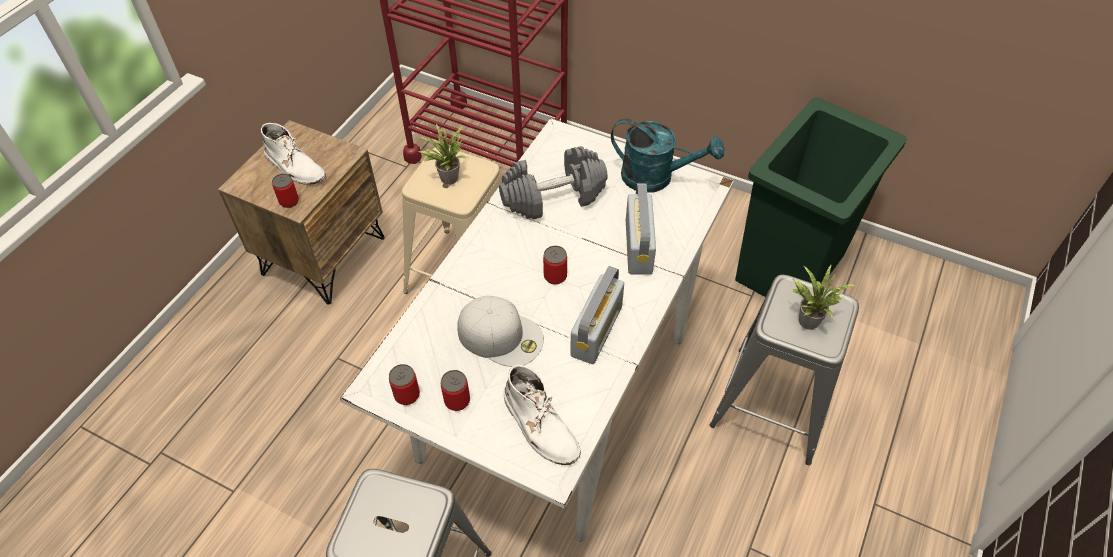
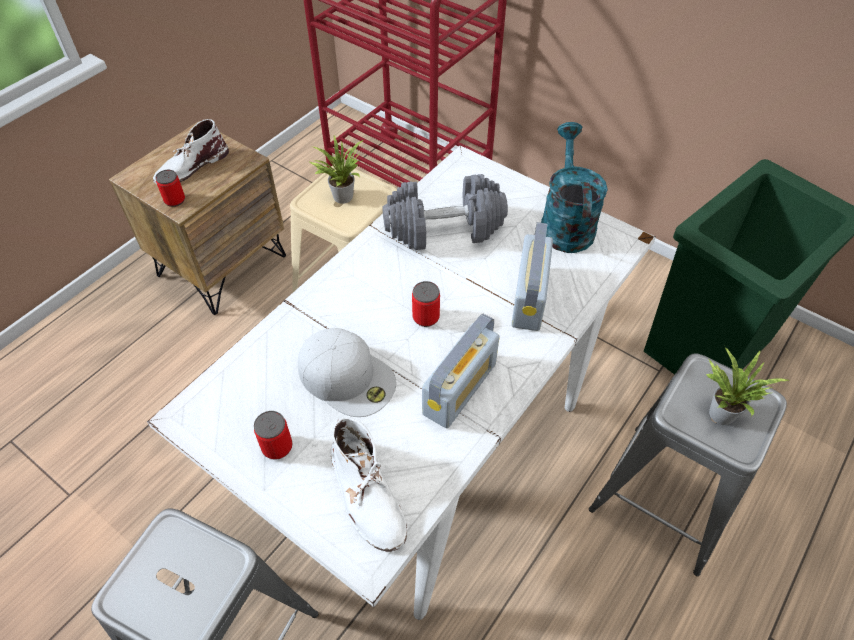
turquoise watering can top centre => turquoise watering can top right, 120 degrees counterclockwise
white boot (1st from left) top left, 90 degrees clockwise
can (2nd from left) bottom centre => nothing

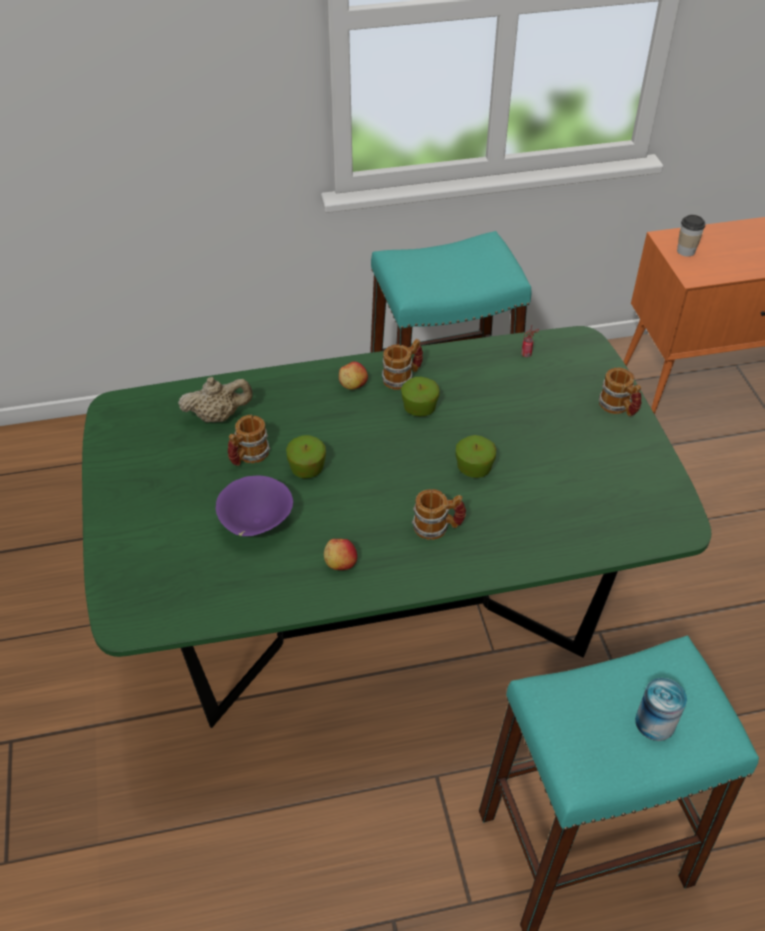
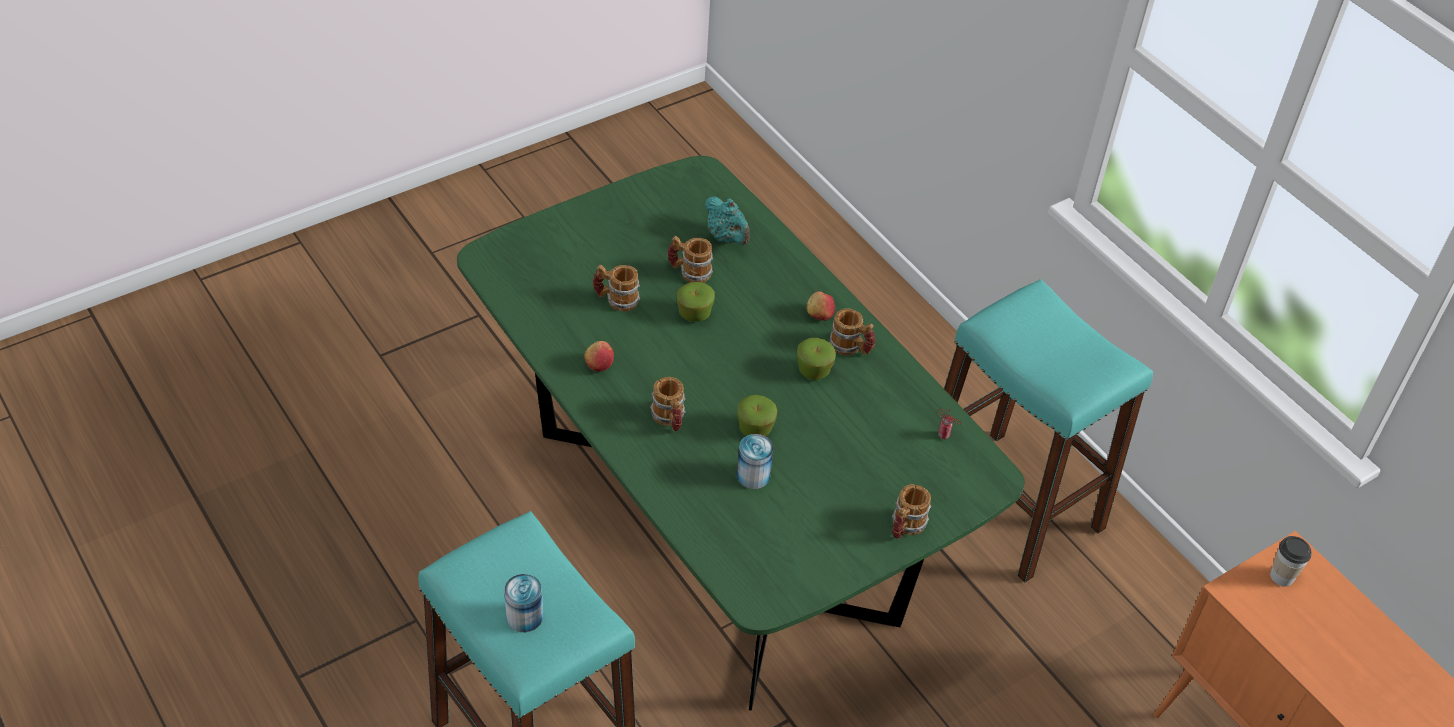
beige teapot middle left => turquoise teapot top centre
purple bowl middle left => mug (1st from left) centre
nothing => can (2nd from left) centre

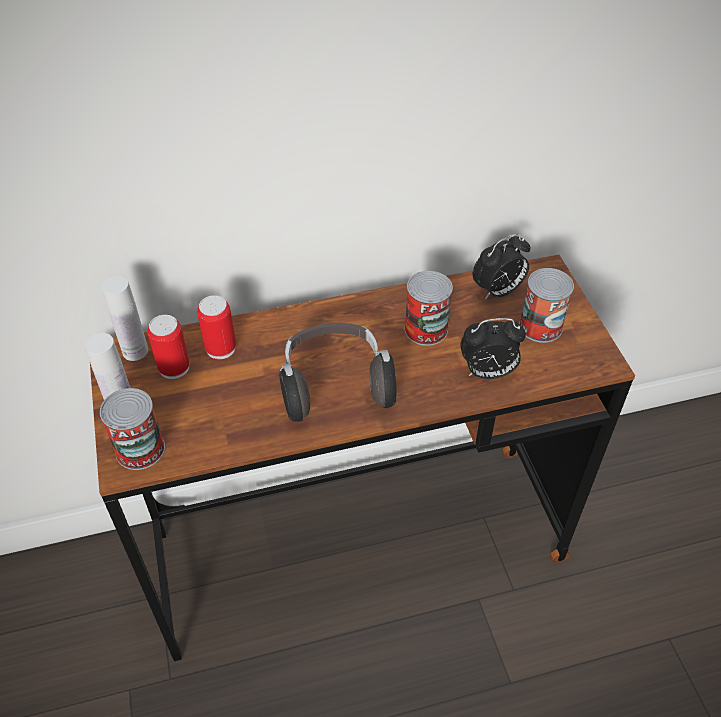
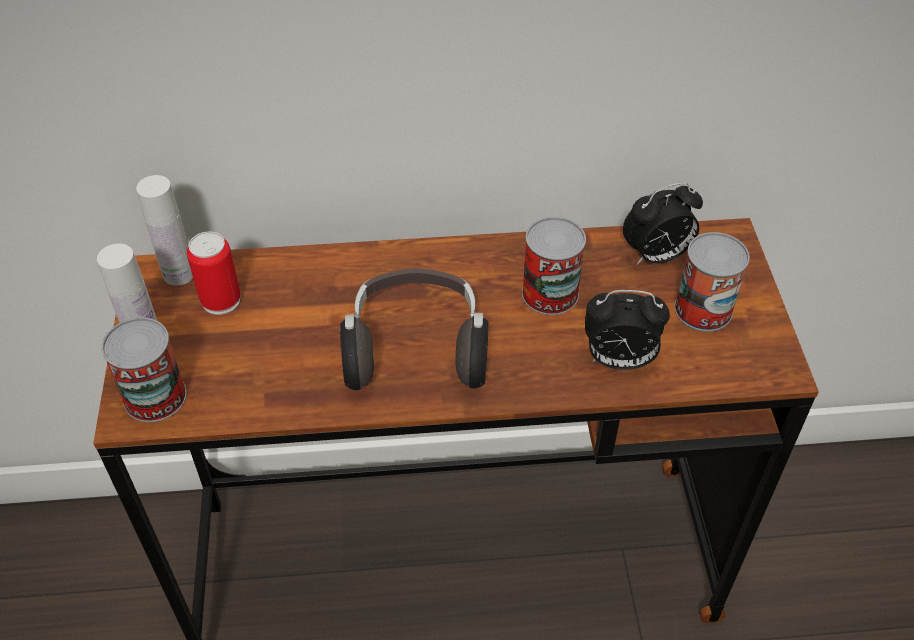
can (3rd from left) middle left => nothing

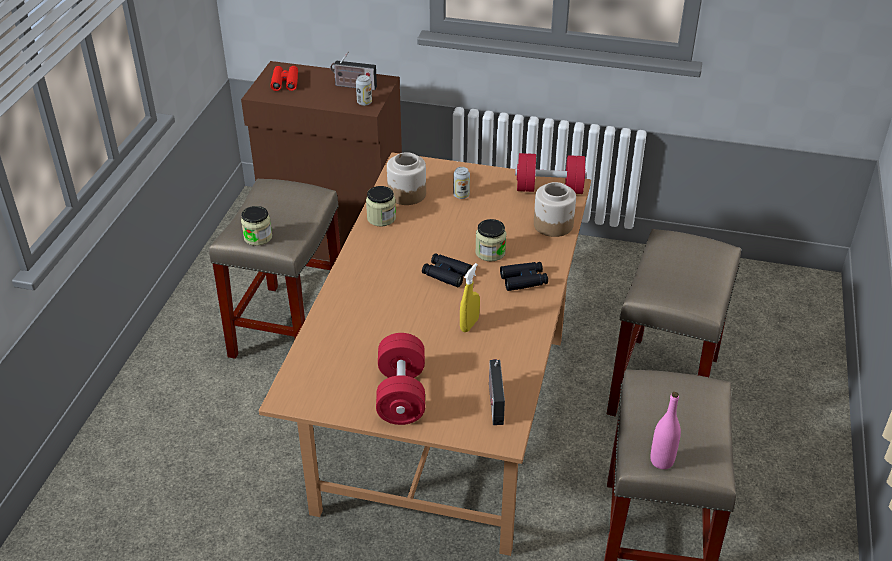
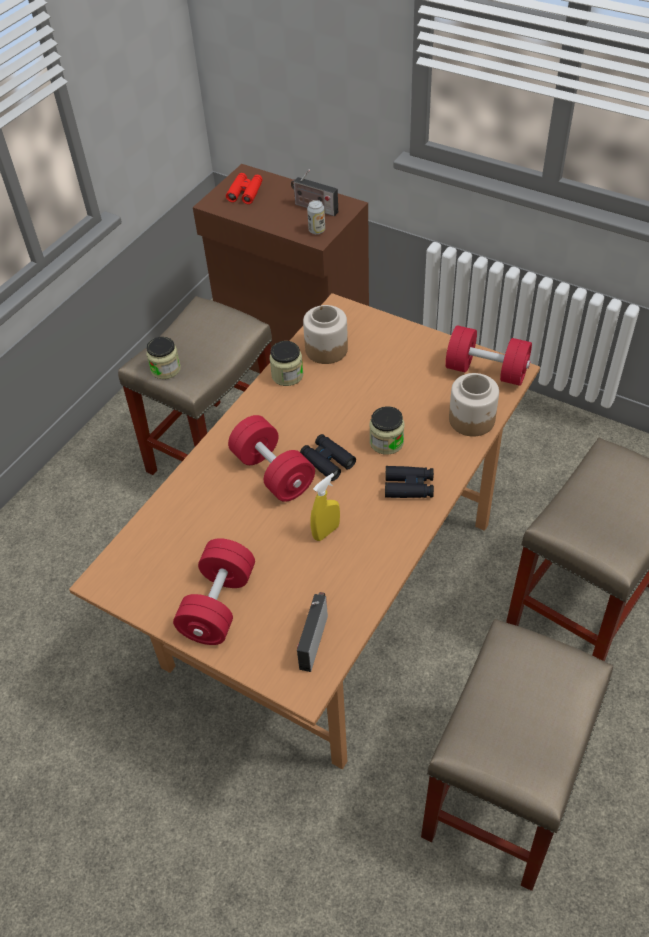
can (2nd from left) top centre => nothing
pink bottle bottom right => nothing
nothing => red dumbbell (2nd from left) centre

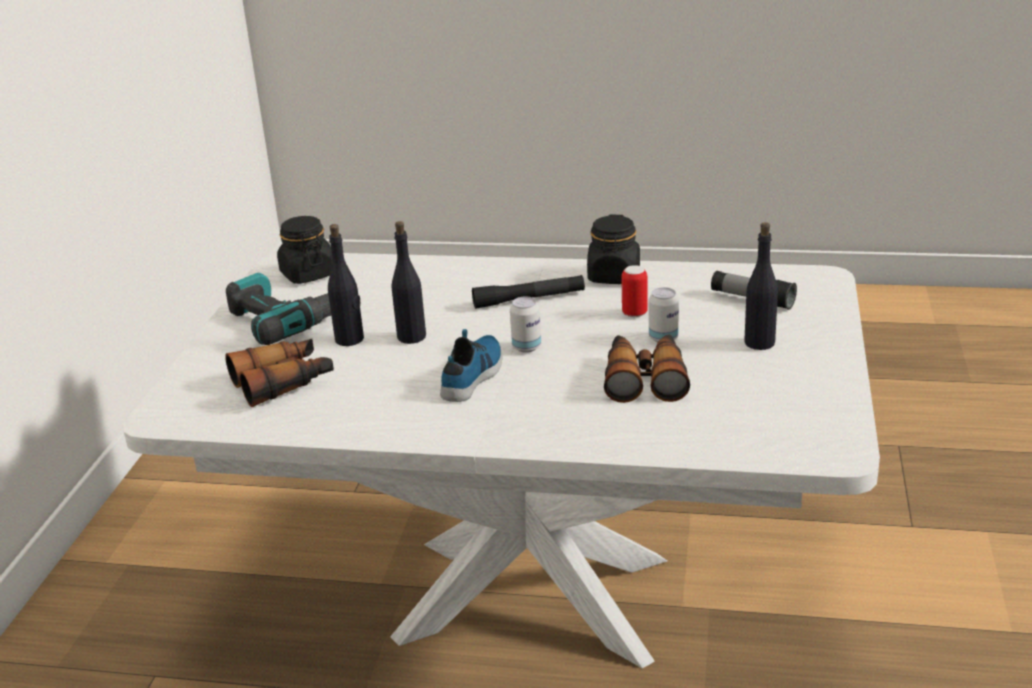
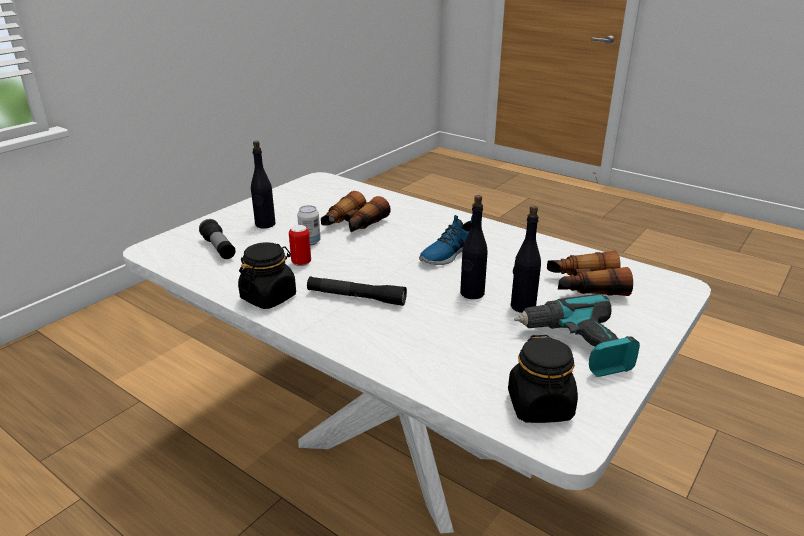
can (1st from left) centre => nothing

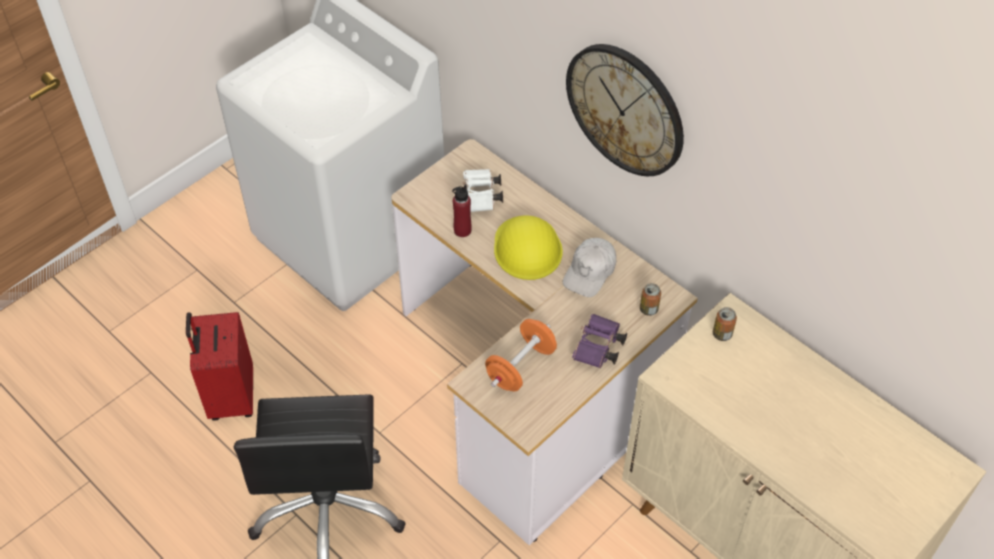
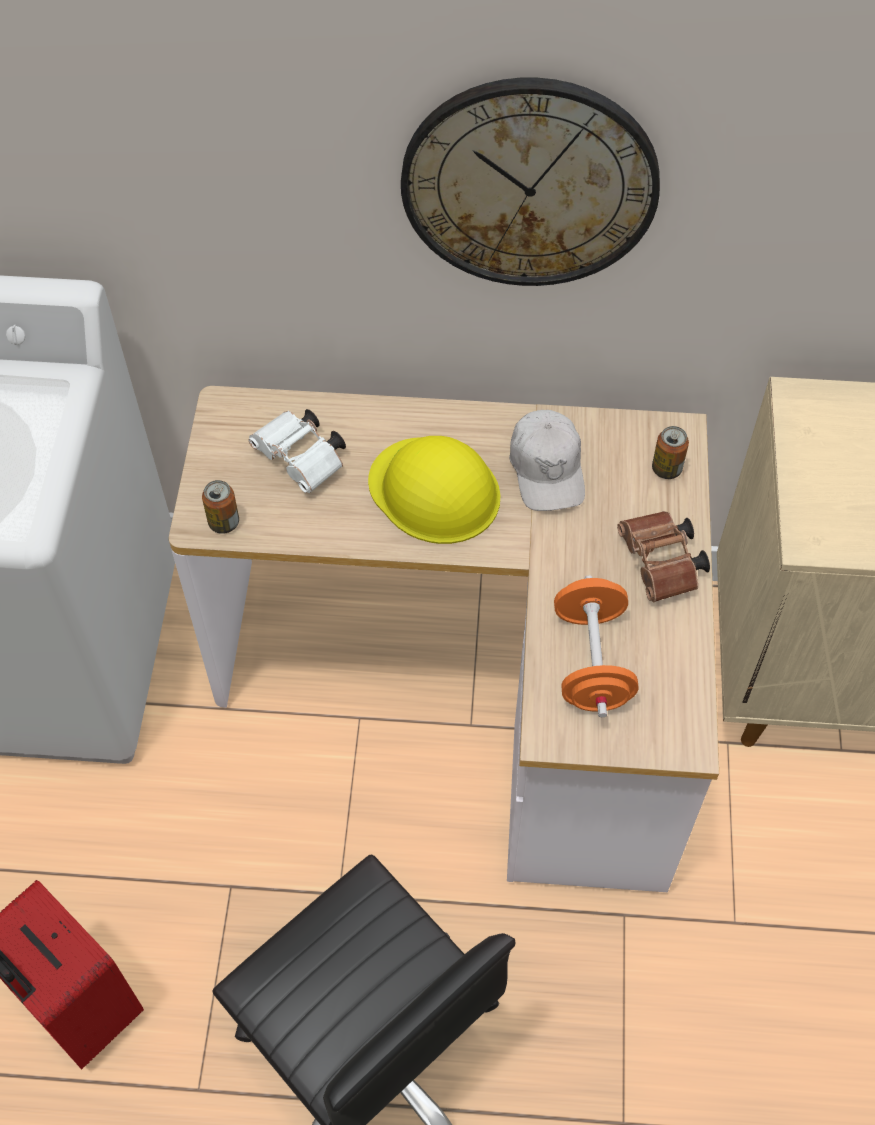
red bottle centre => nothing
can (2nd from left in the first image) middle right => can (1st from left) middle left, moved
purple binoculars centre => brown binoculars middle right

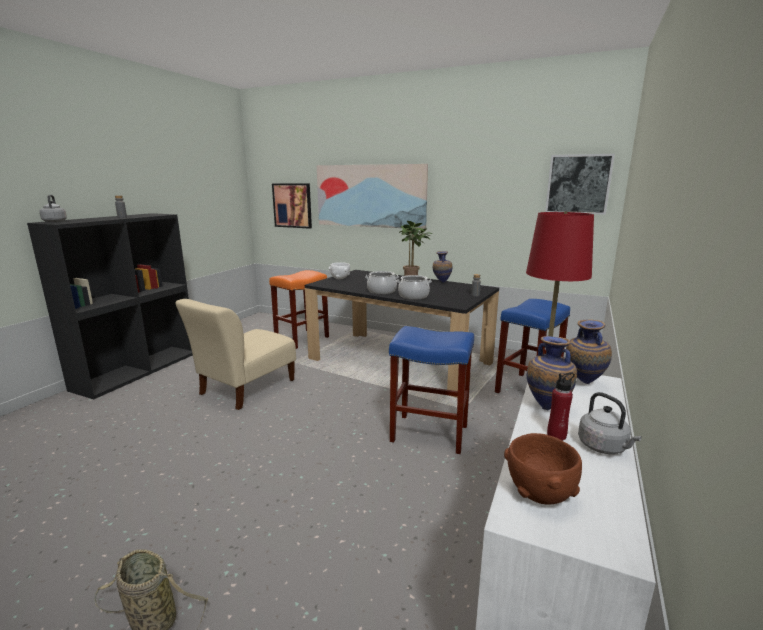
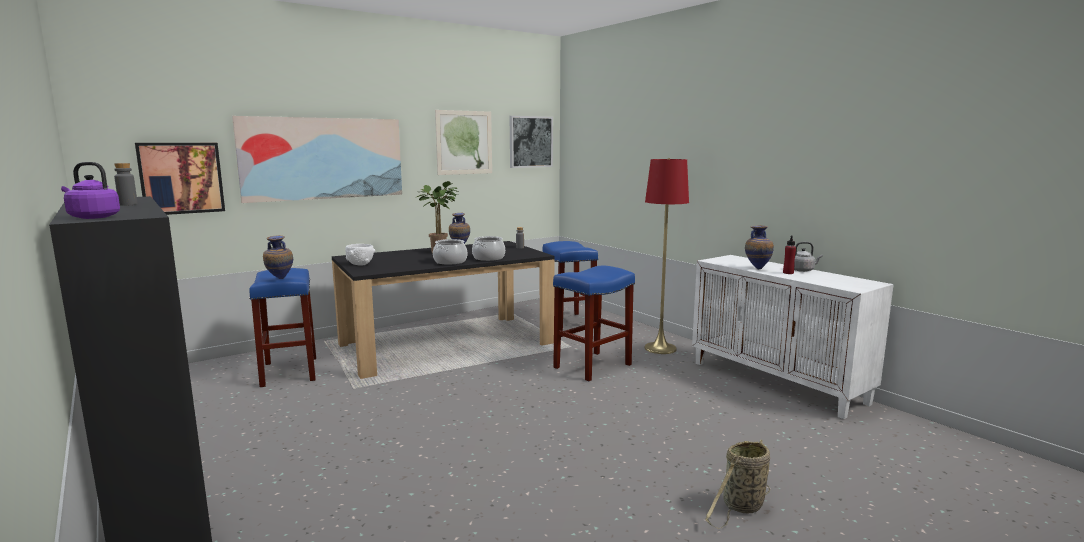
grey kettle (1st from left) top left => purple kettle middle left
orange stool centre => blue stool (1st from left) middle left
beige chair middle left => nothing
vase (3rd from left in the first image) middle right => vase (1st from left) middle left, moved
brown bowl bottom right => nothing
nothing => picture (3rd from left) top centre

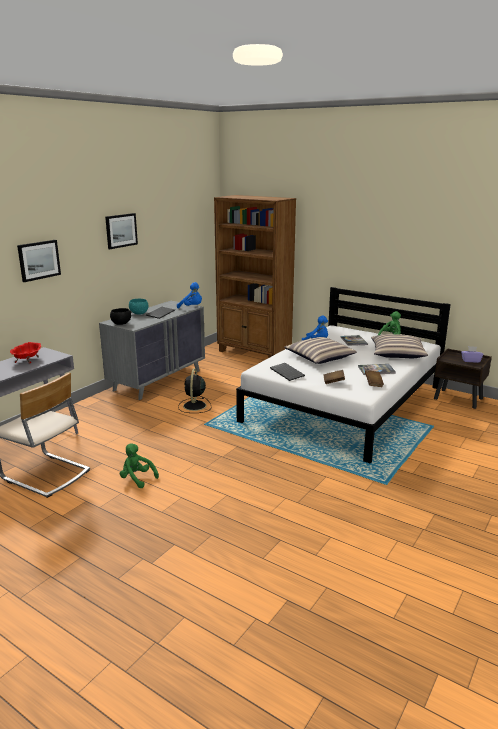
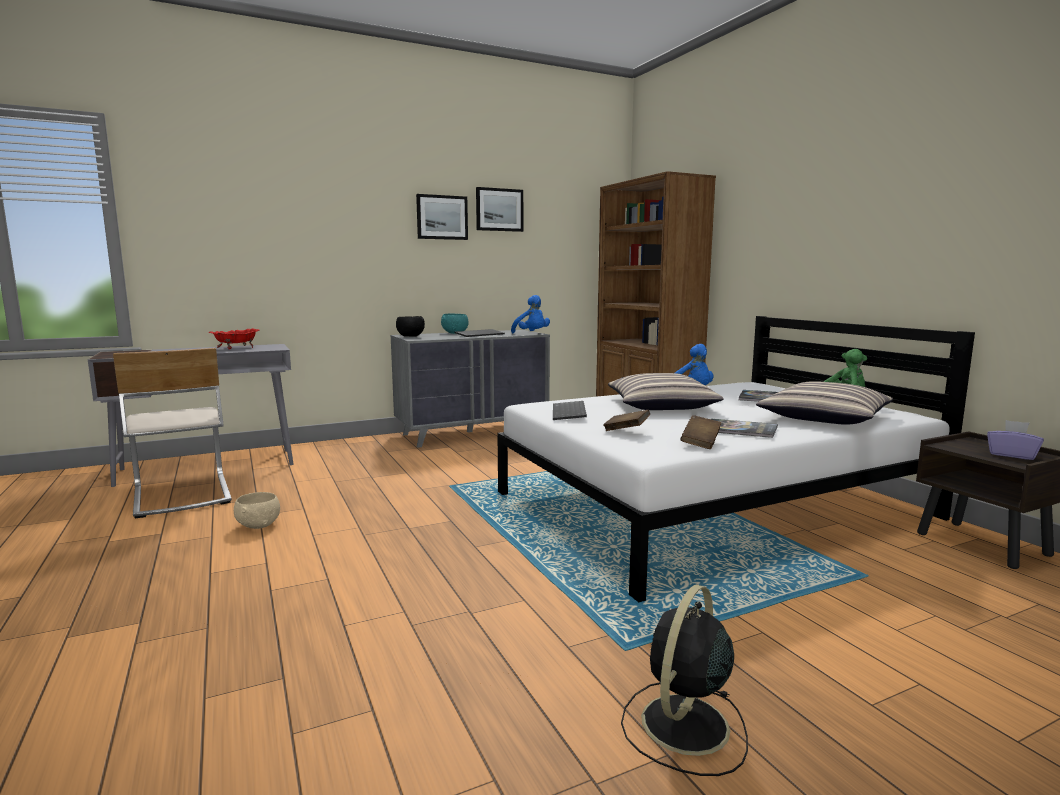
picture (1st from left in the first image) middle left => picture (2nd from left) top centre, moved
black fan centre => black fan bottom centre, moved
green plush toy (1st from left) middle left => beige bowl middle left

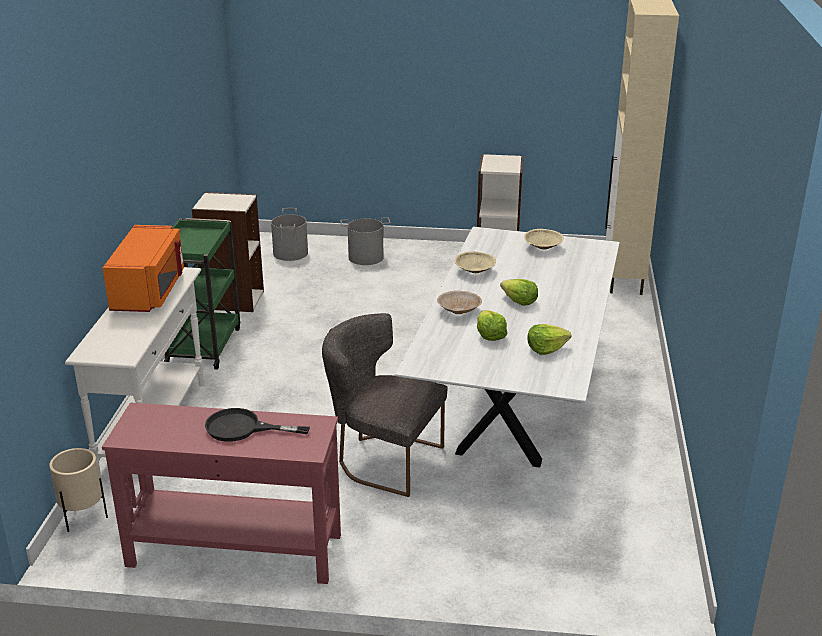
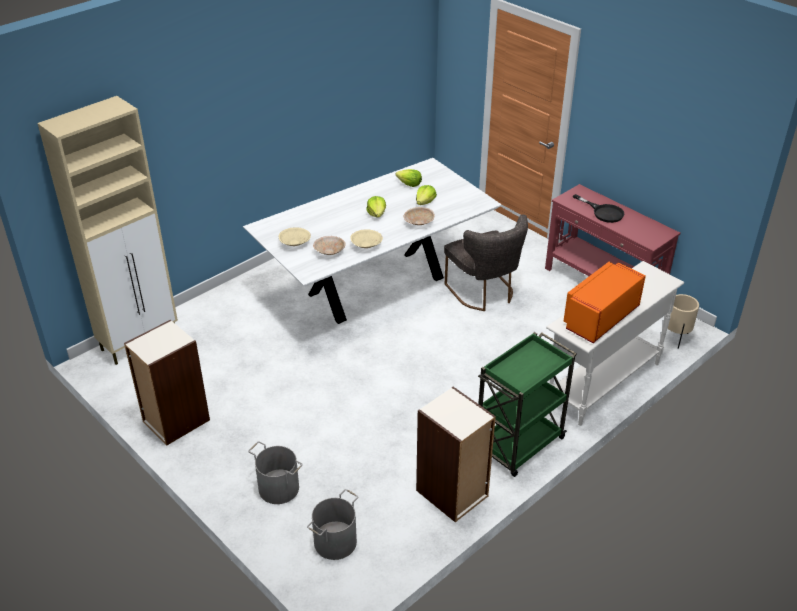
nothing => beige bowl (2nd from left) centre

